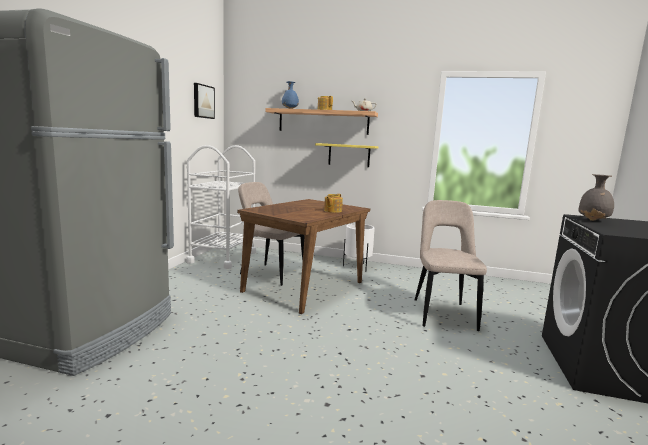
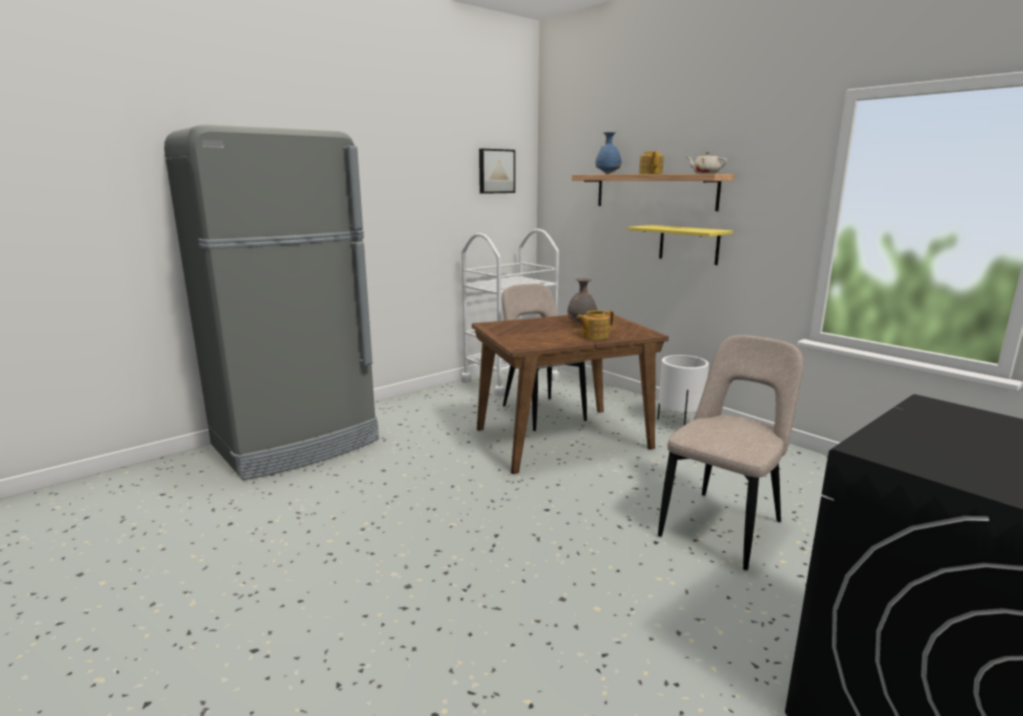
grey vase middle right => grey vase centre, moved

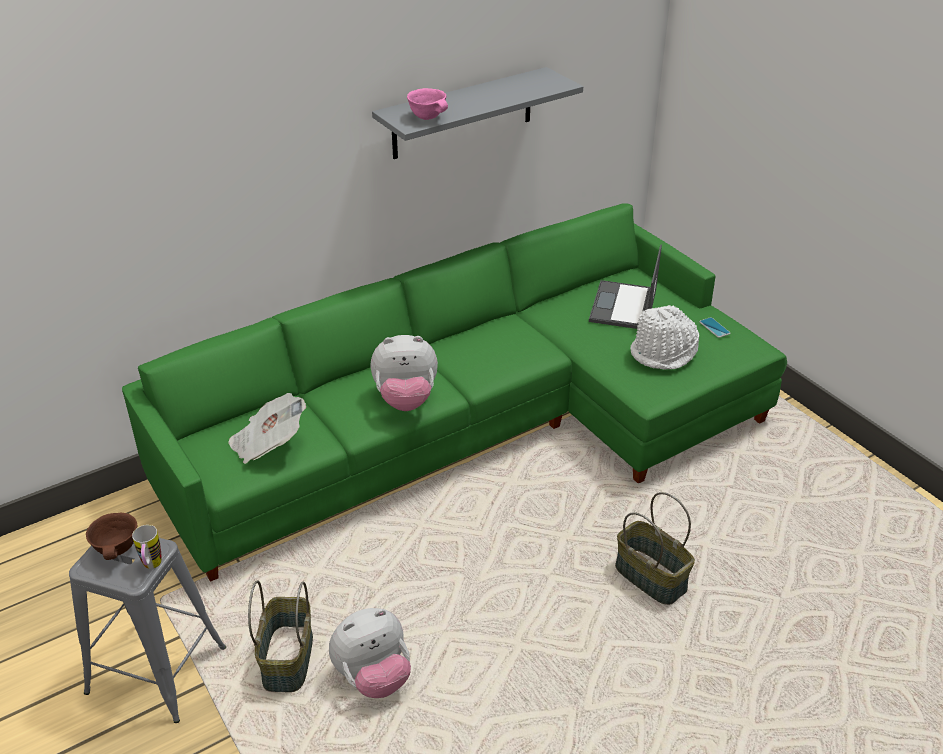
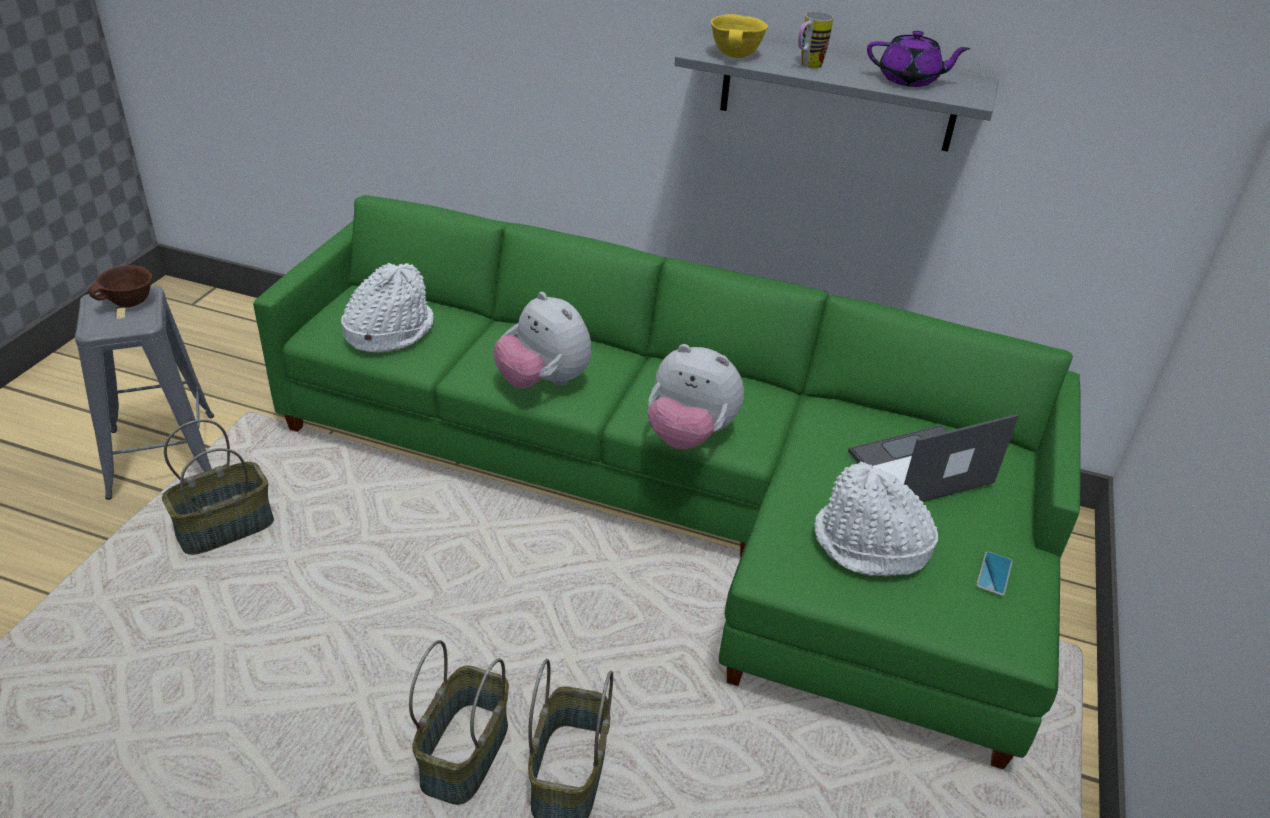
pink bowl top centre => yellow bowl top centre
newspaper middle left => white hat (1st from left) middle left
mug bottom left => mug top centre, moved
plush toy (1st from left in the first image) bottom centre => plush toy (2nd from left) centre, moved
nothing => purple teapot top right
nothing => basket (2nd from left) bottom centre

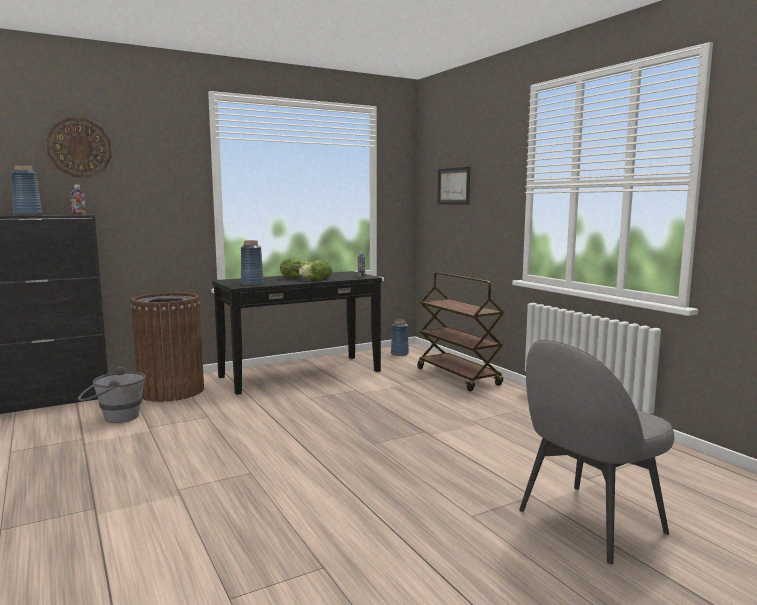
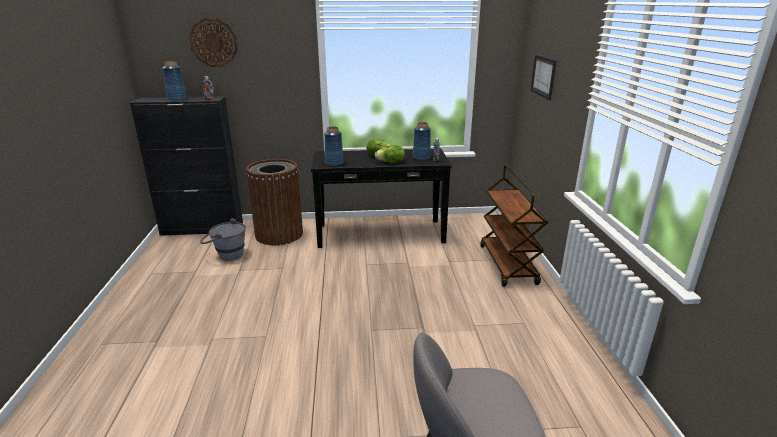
blue vase (3rd from left) centre => blue vase (3rd from left) top centre, moved

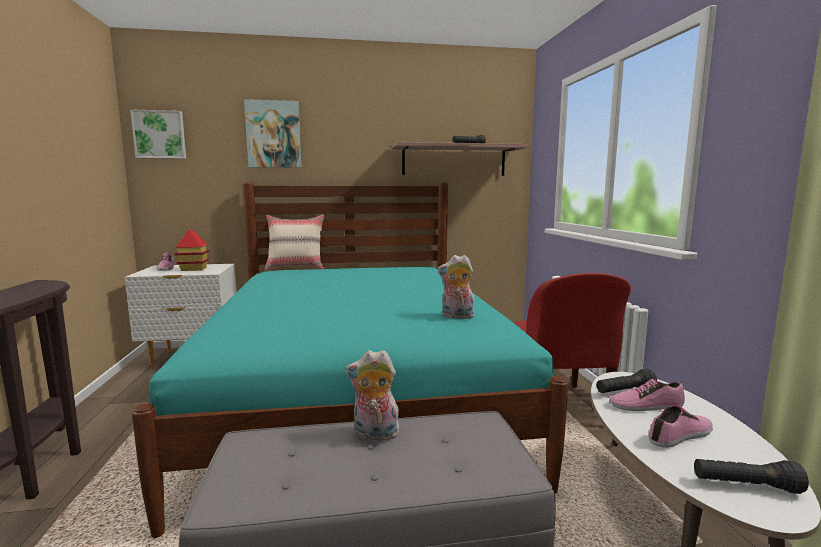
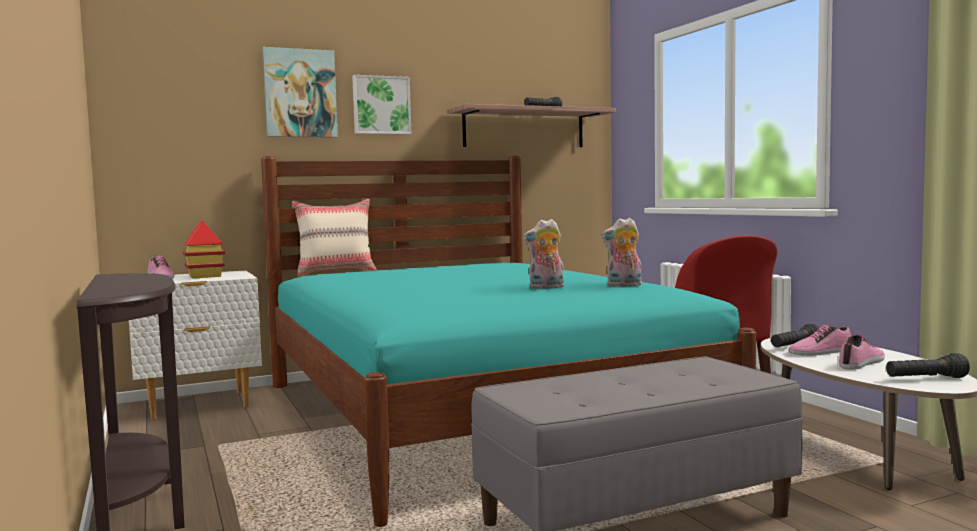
picture (1st from left in the first image) top left => picture (2nd from left) top centre, moved
plush toy (1st from left) bottom centre => plush toy (1st from left) centre, moved

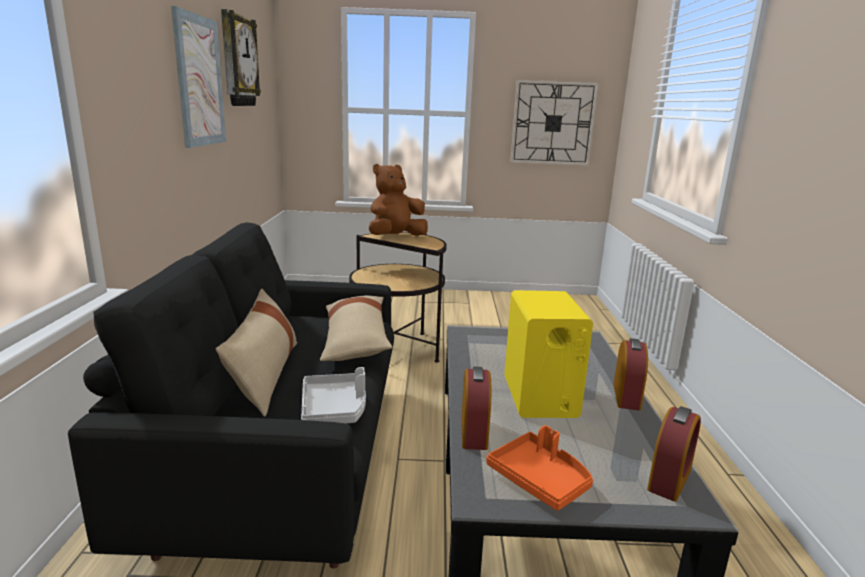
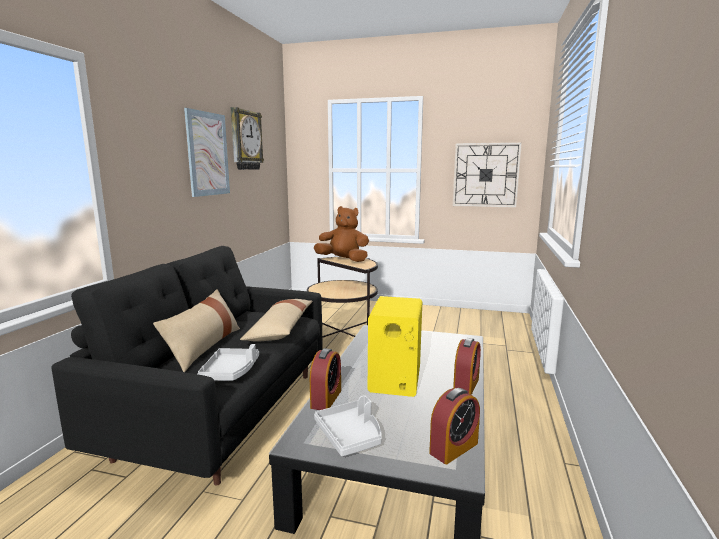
brown plush toy centre, 45 degrees clockwise
orange tray bottom centre => grey tray (2nd from left) bottom centre

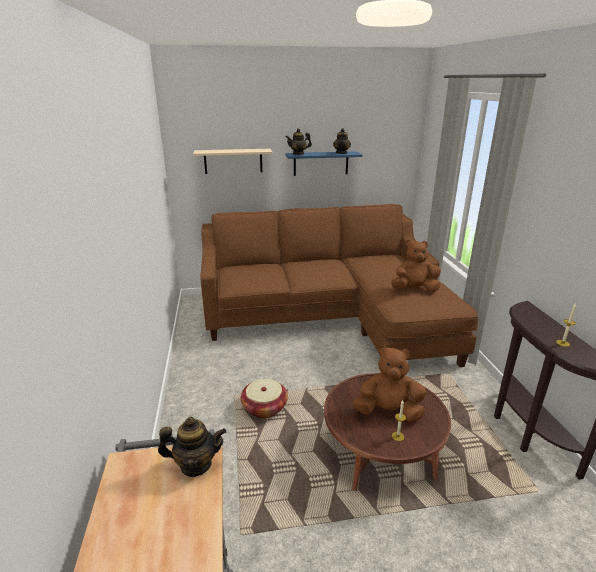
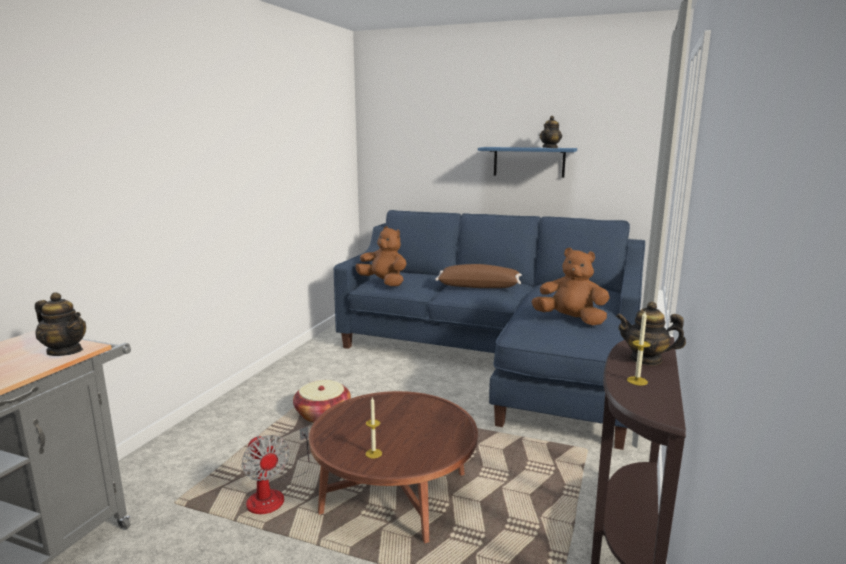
teapot (2nd from left in the first image) top centre => teapot (3rd from left) middle right, moved
beige shelf top centre => nothing
brown sofa centre => blue sofa centre
brown plush toy (1st from left) bottom centre => brown plush toy (1st from left) centre, moved
nothing => brown pillow centre
nothing => fan bottom left

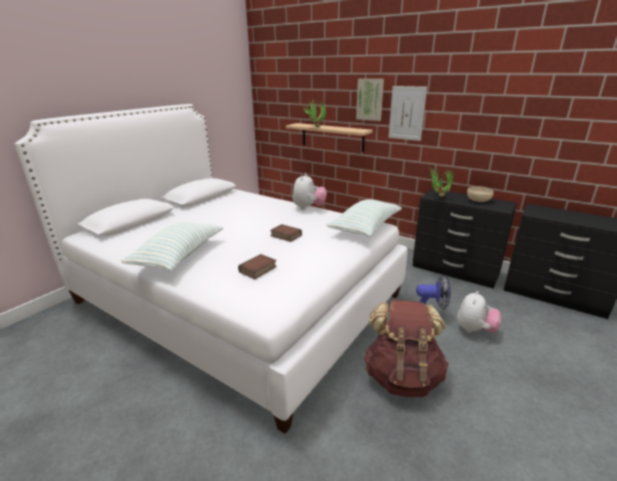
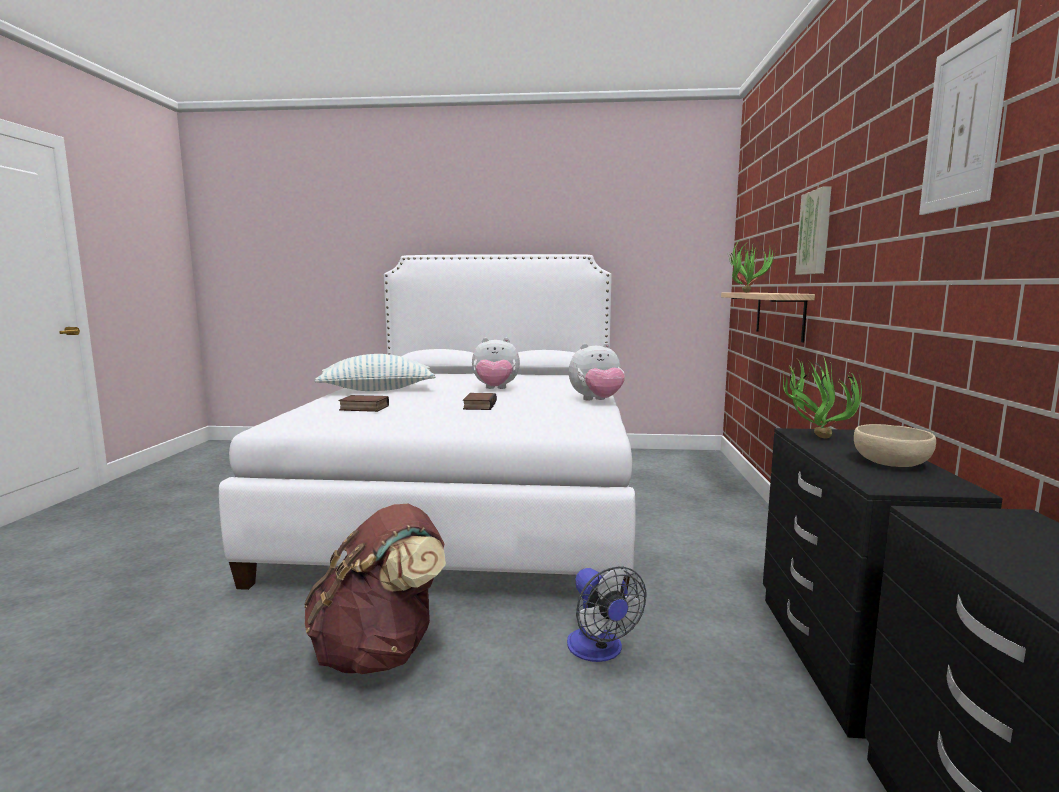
picture (2nd from left) top centre => picture (2nd from left) top right, moved
pillow (2nd from left) centre => nothing
plush toy (2nd from left in the first image) middle right => plush toy (1st from left) centre, moved

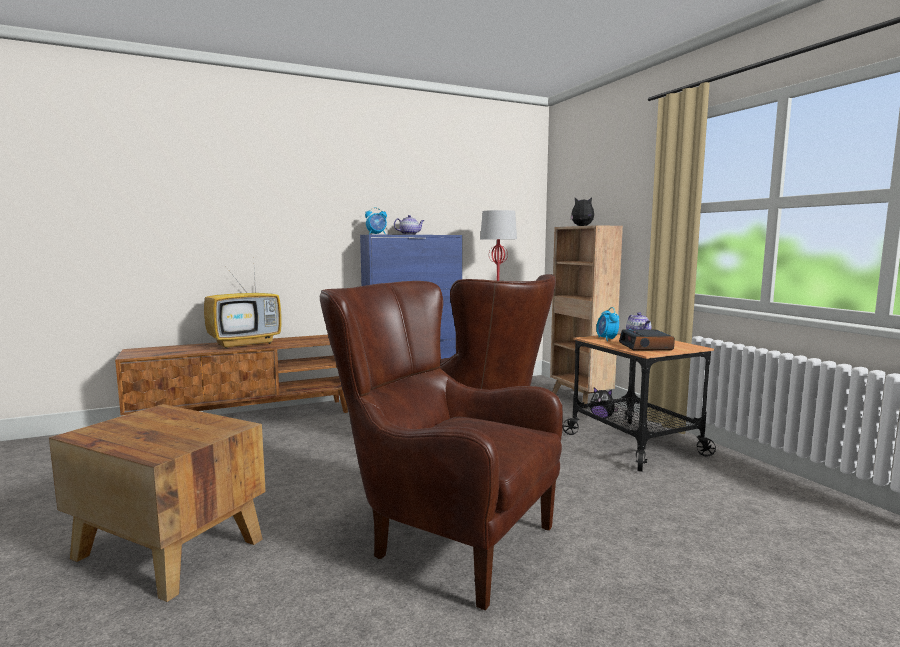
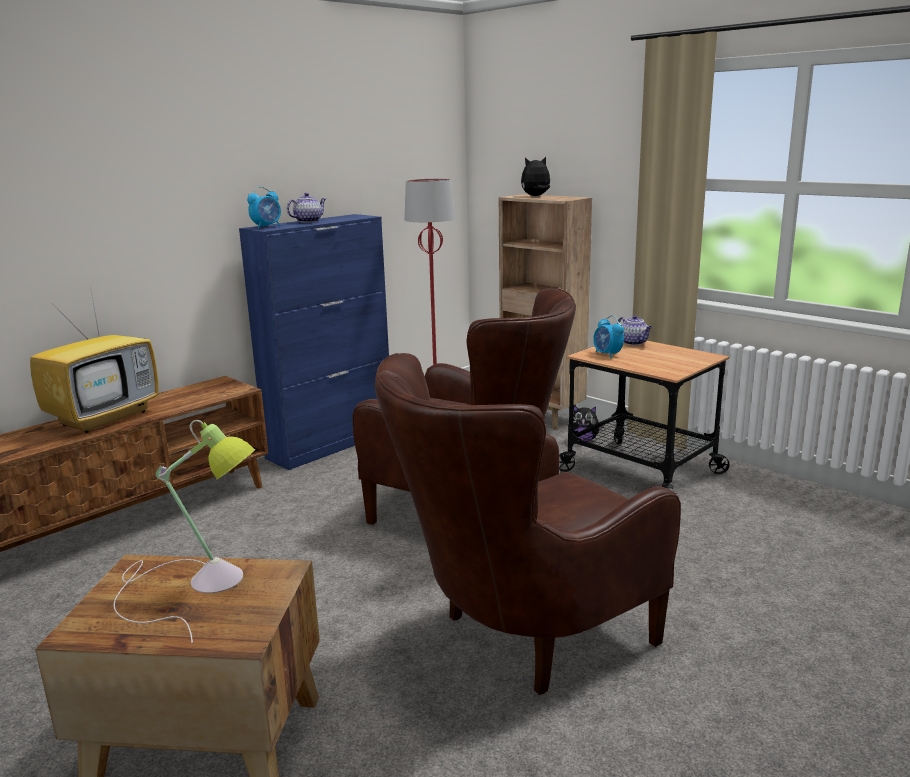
brown armchair (1st from left in the first image) bottom centre => brown armchair (2nd from left) bottom centre, 45 degrees counterclockwise
alarm clock (3rd from left) middle right => nothing
nothing => table lamp bottom left

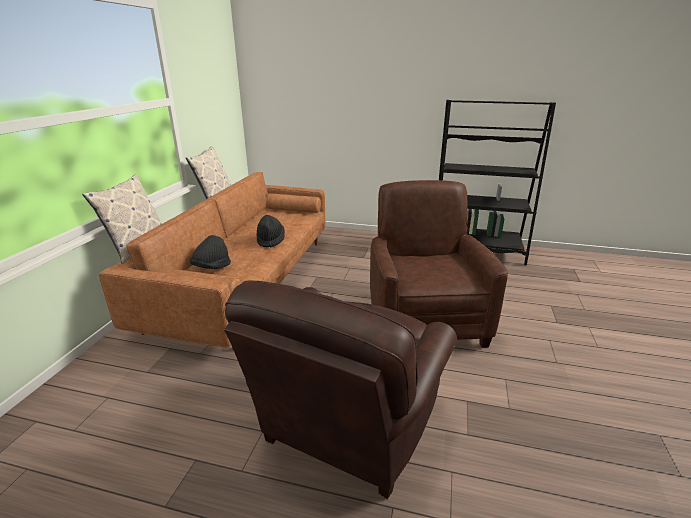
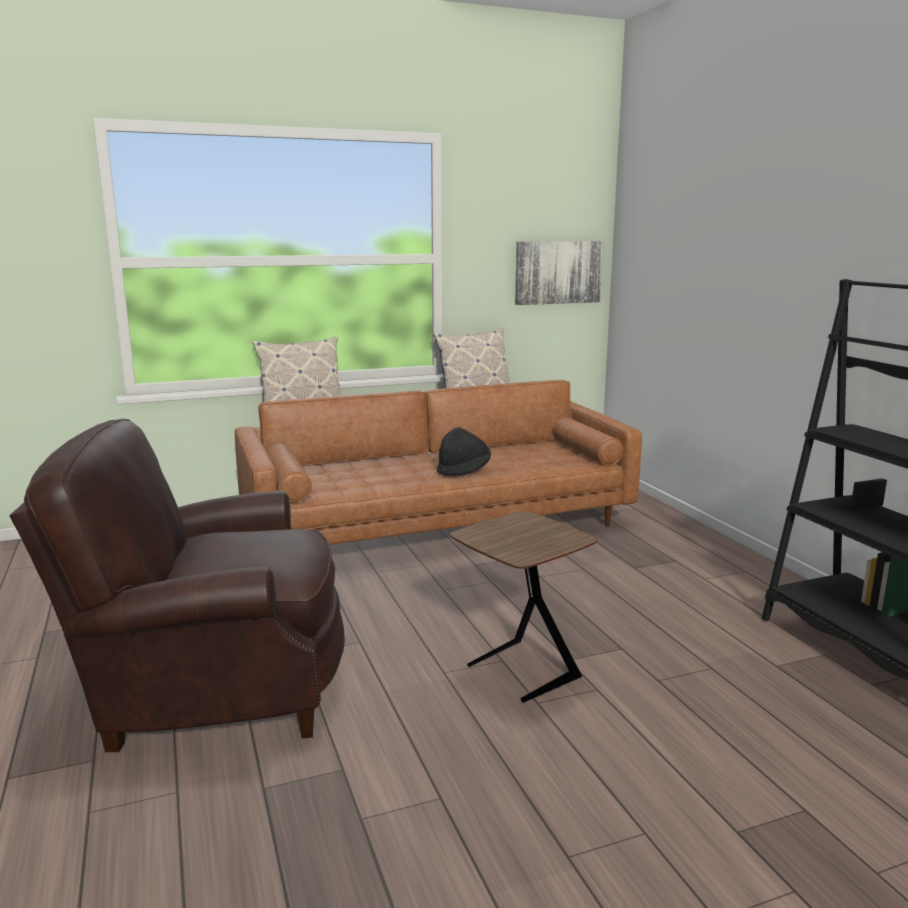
brown armchair (2nd from left) centre => brown side table bottom centre
black hat (1st from left) middle left => nothing
nothing => picture top centre

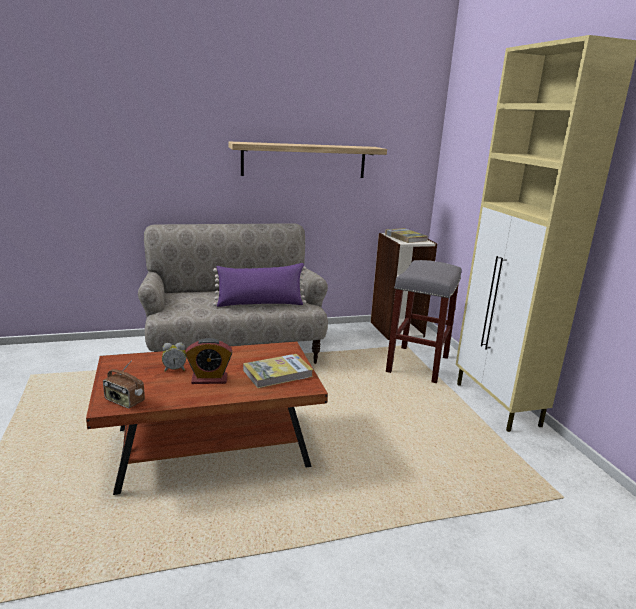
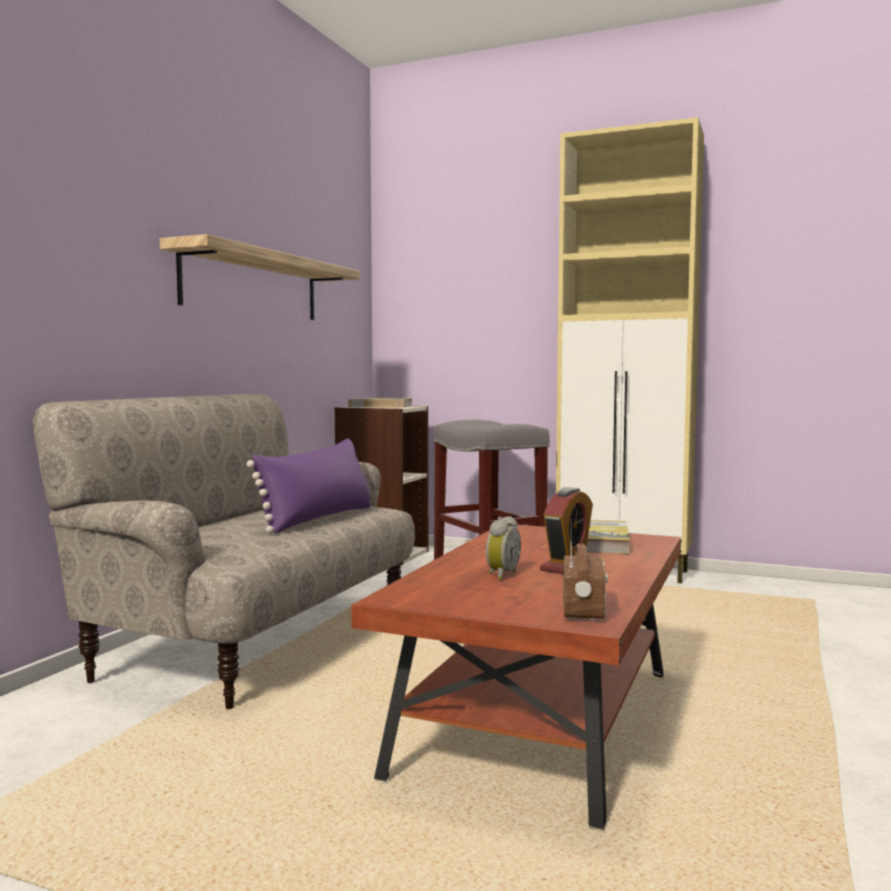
radio middle left => radio centre, 60 degrees counterclockwise

